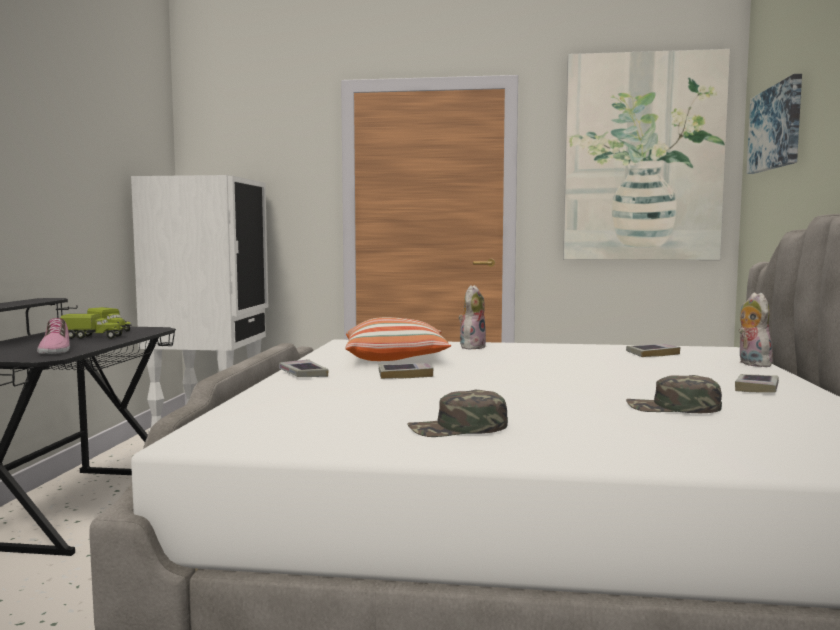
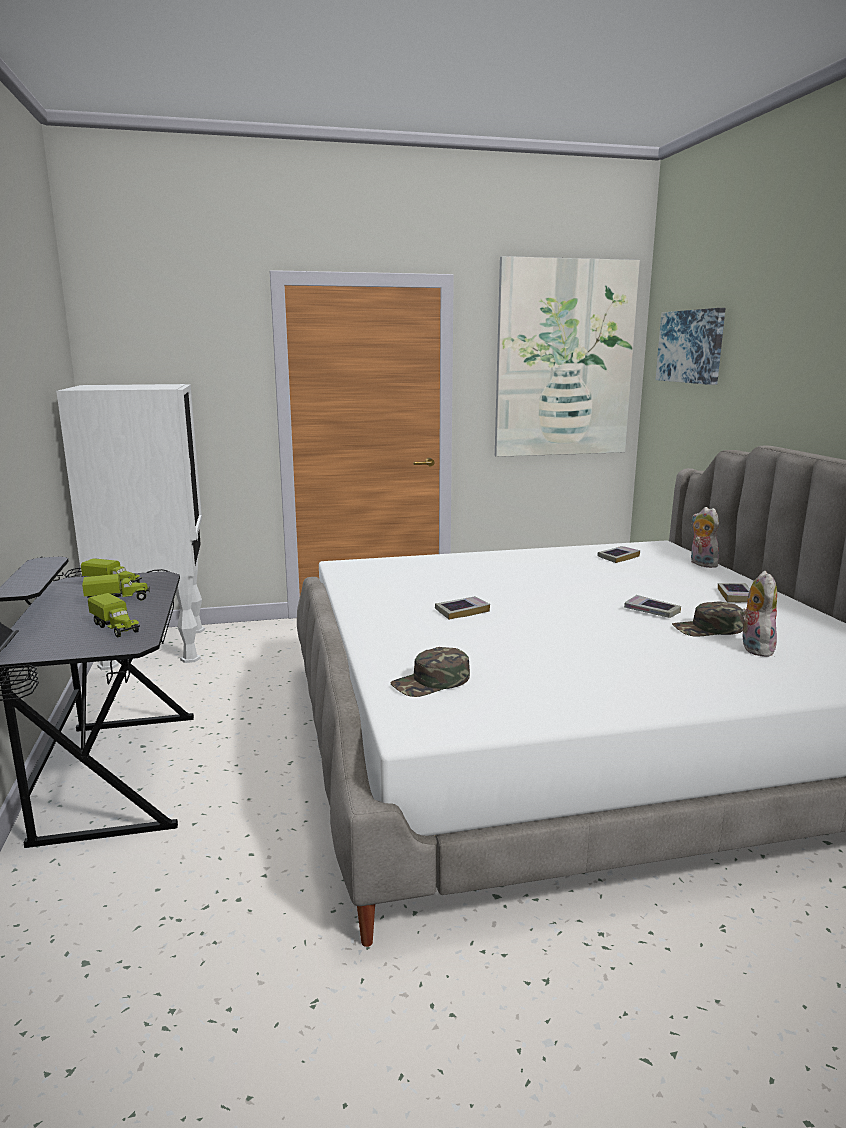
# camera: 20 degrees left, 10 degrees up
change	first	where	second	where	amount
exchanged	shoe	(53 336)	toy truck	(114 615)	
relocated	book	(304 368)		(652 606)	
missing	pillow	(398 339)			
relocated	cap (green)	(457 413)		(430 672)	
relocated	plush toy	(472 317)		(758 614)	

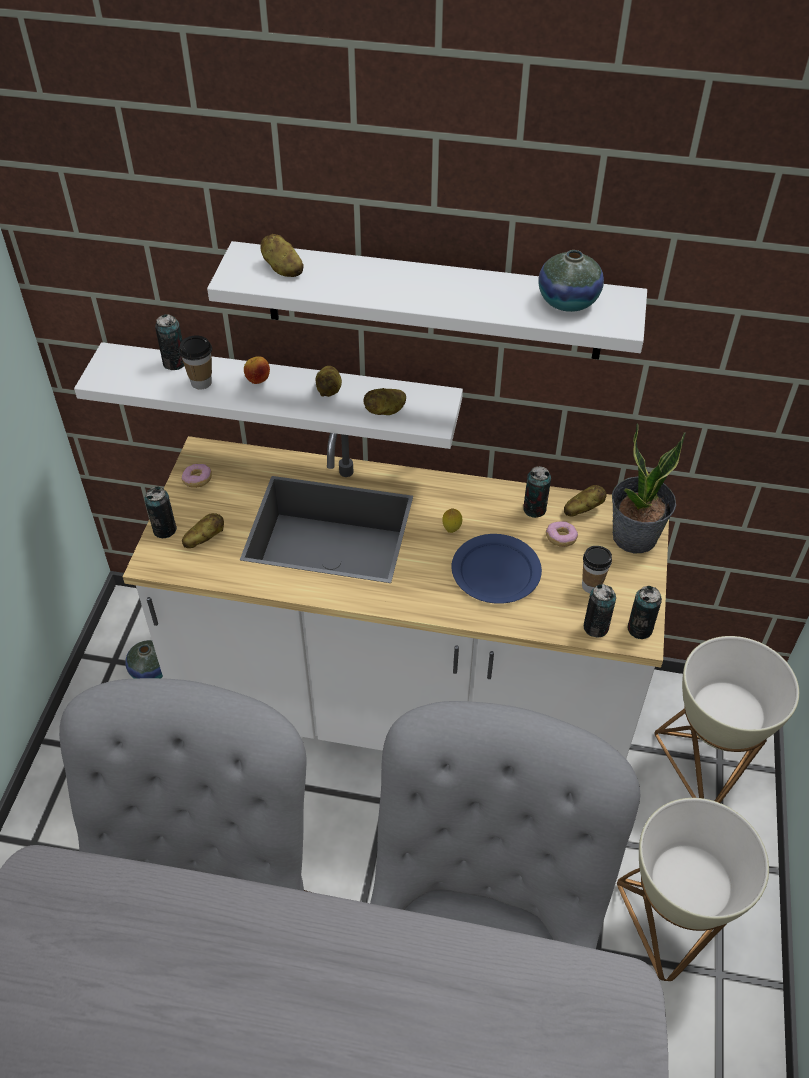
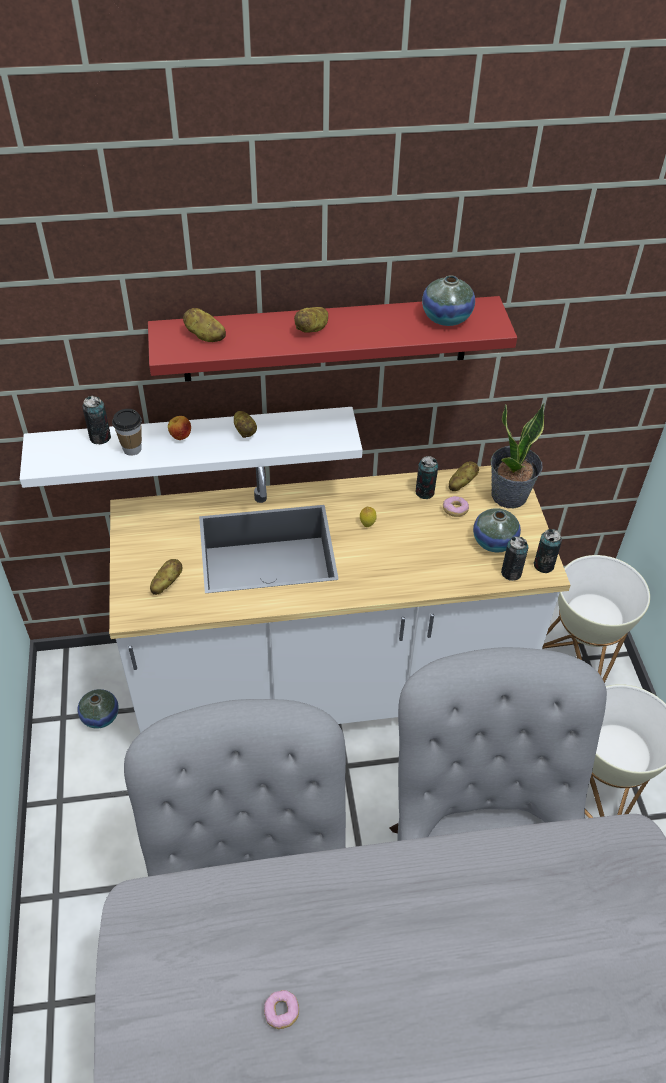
# camera: 20 degrees left, 0 degrees up
change	first	where	second	where	amount
missing	can	(160 512)			
relocated	donut	(197 476)		(281 1009)	
colour	shelf (white)	(427 300)	shelf (red)	(332 339)	
relocated	potato	(385 401)		(311 320)	
missing	plate (blue)	(497 569)			
exchanged	cup	(597 569)	vase	(497 530)	

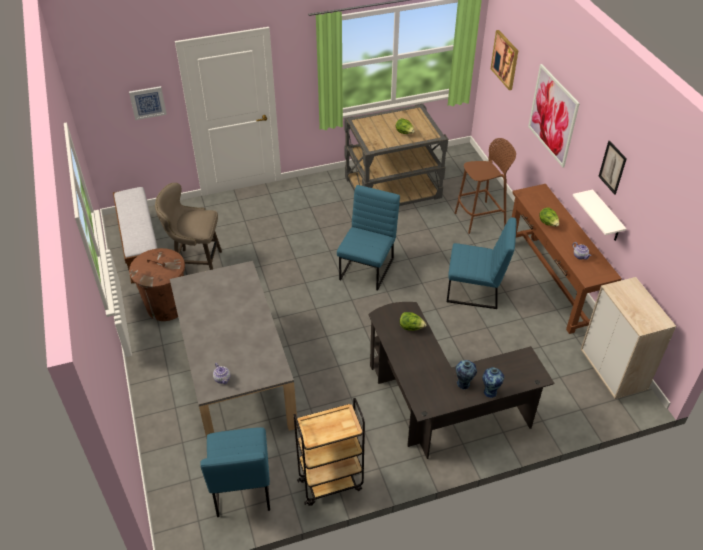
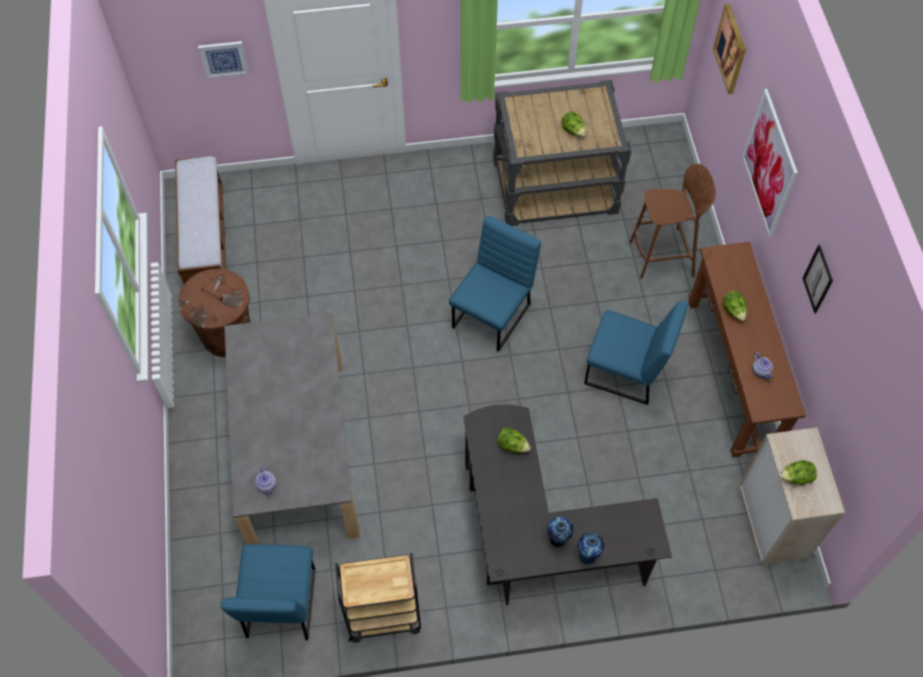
# camera: 10 degrees right, 15 degrees up
change	first	where	second	where	amount
missing	stool (beige)	(188 226)			
missing	shelf (white)	(600 215)			
appeared			lettuce	(798 472)	

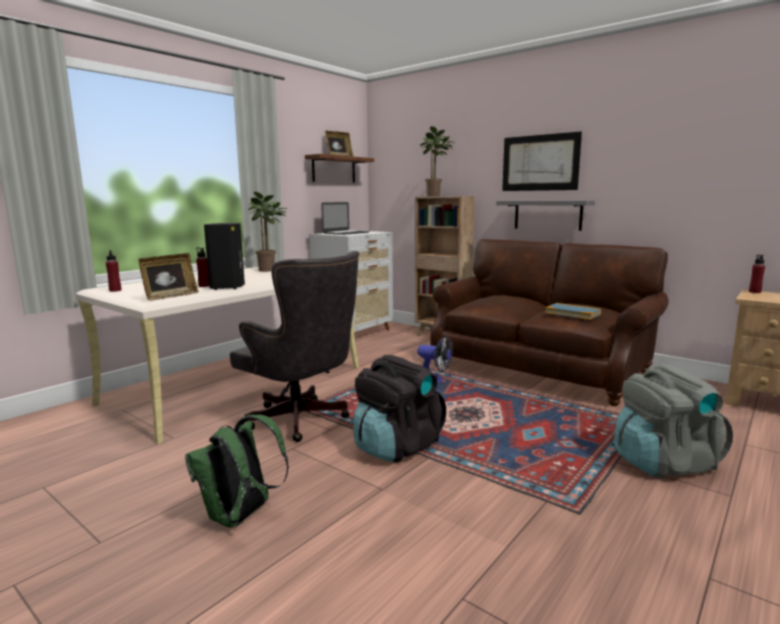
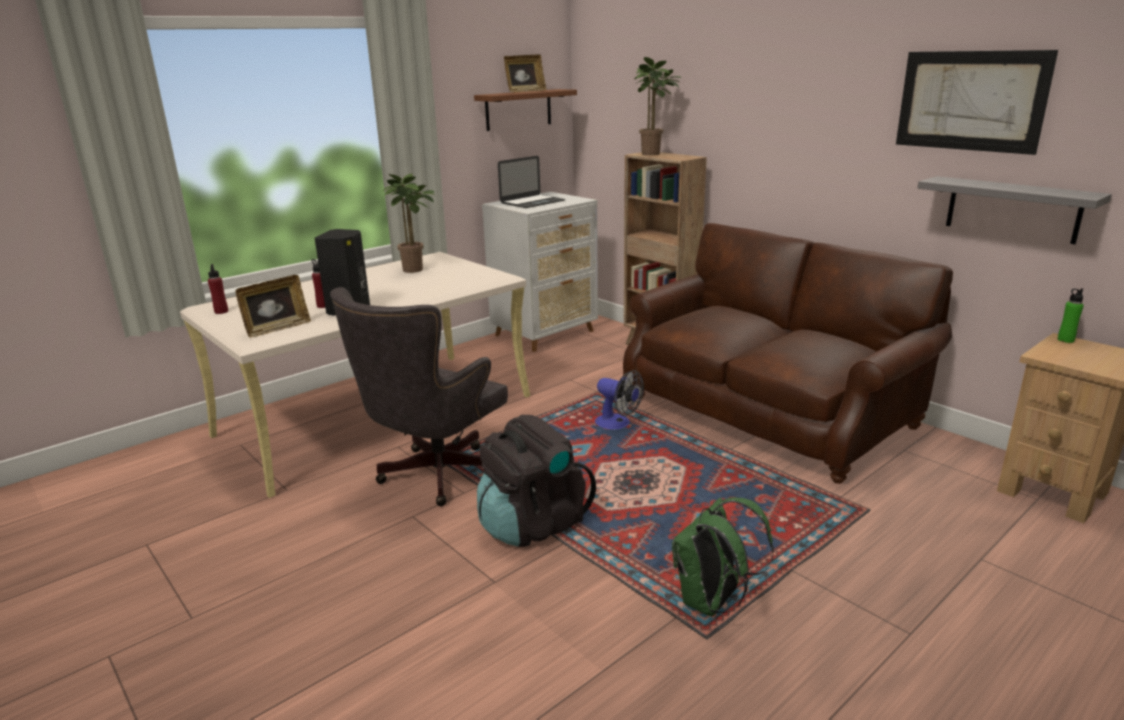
# camera: 10 degrees right, 10 degrees up
change	first	where	second	where	amount
relocated	backpack (green)	(237 471)		(723 556)	
spun	office chair (grey)	(294 346)		(419 396)	75 degrees clockwise
relocated	shelf (grey)	(545 215)		(1014 210)	
relocated	picture	(542 161)		(977 102)	
missing	book	(573 311)			
missing	backpack (grey)	(673 421)			
colour	bottle (red)	(757 274)	bottle (green)	(1071 315)	

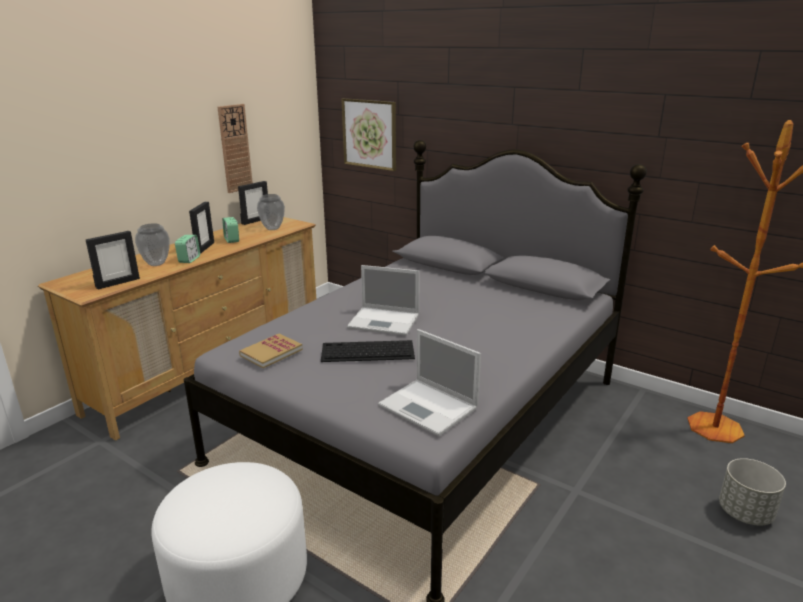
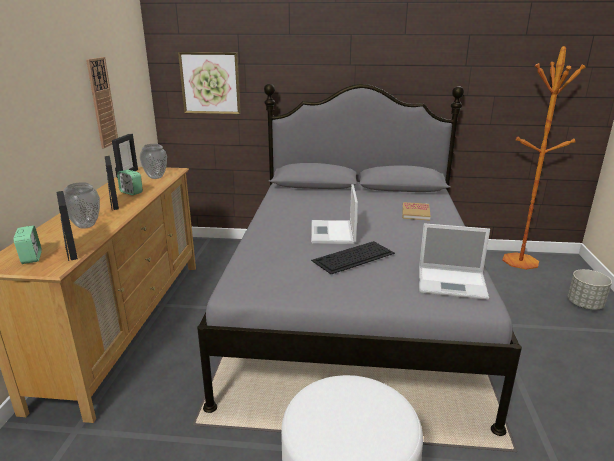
# camera: 30 degrees left, 0 degrees up
change	first	where	second	where	amount
spun	picture frame	(113 260)		(67 226)	45 degrees counterclockwise
relocated	alarm clock	(187 249)		(28 244)	
relocated	book	(271 351)		(416 211)	
spun	laptop	(383 300)		(334 214)	105 degrees clockwise

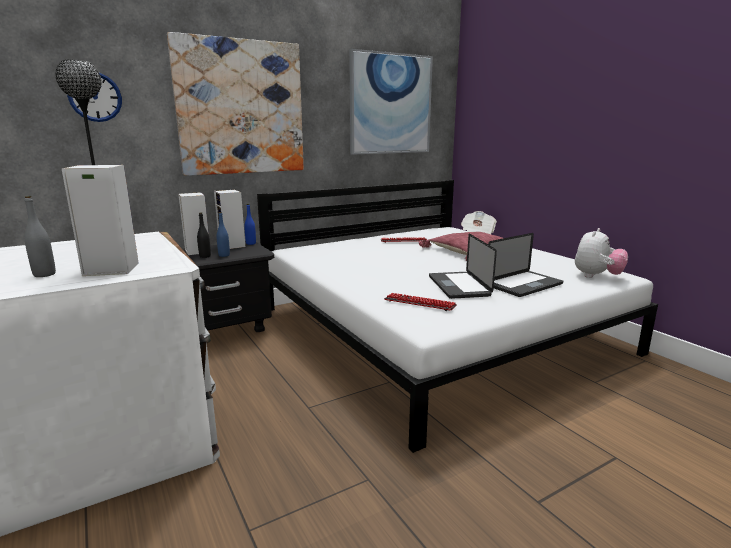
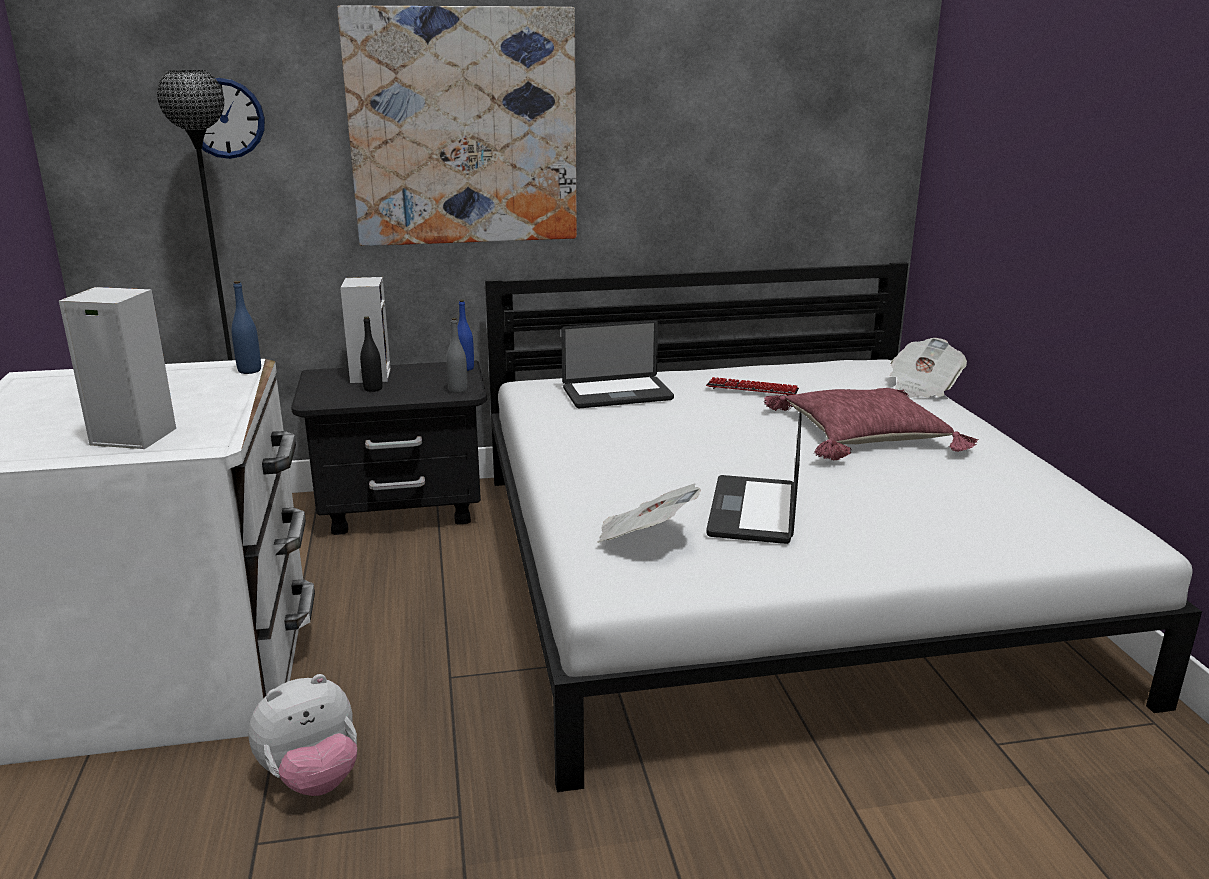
# camera: 20 degrees right, 5 degrees up
change	first	where	second	where	amount
relocated	bottle (grey)	(40 236)		(456 355)	
missing	speaker	(229 219)			
relocated	bottle (blue)	(223 234)		(246 327)	
missing	picture	(391 102)			
exchanged	keyboard	(420 302)	newspaper	(649 513)	
relocated	laptop	(525 265)		(617 364)	
relocated	plush toy	(601 253)		(302 735)	

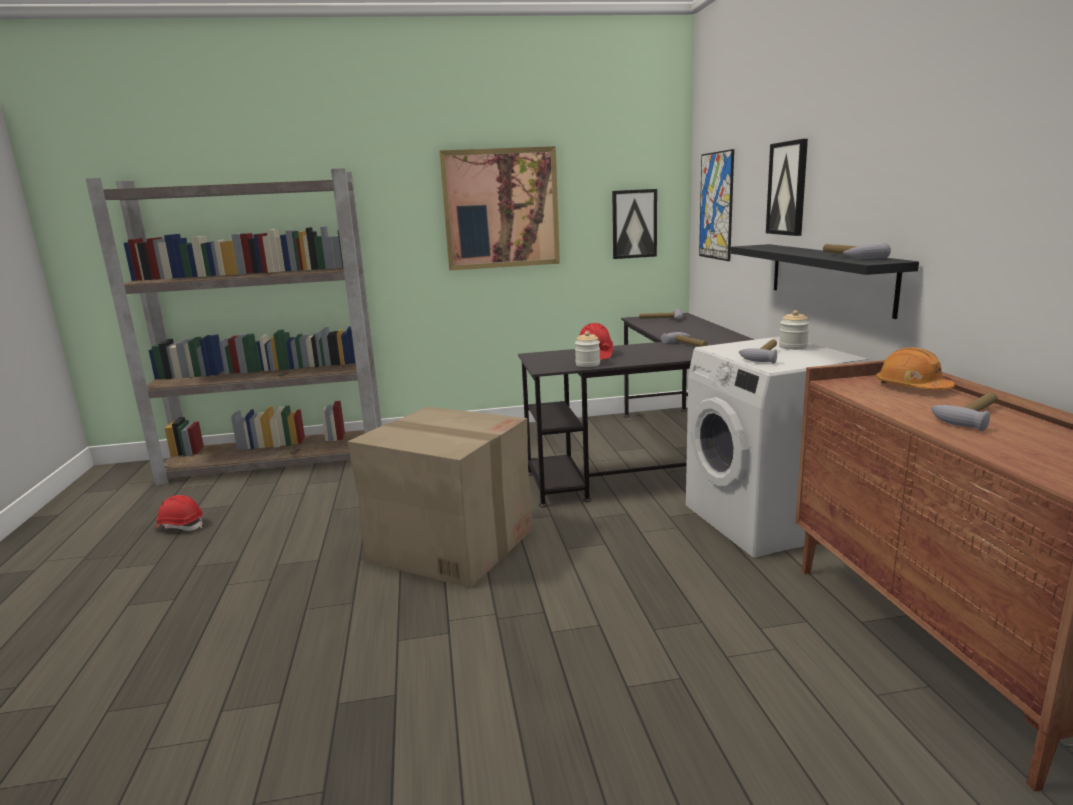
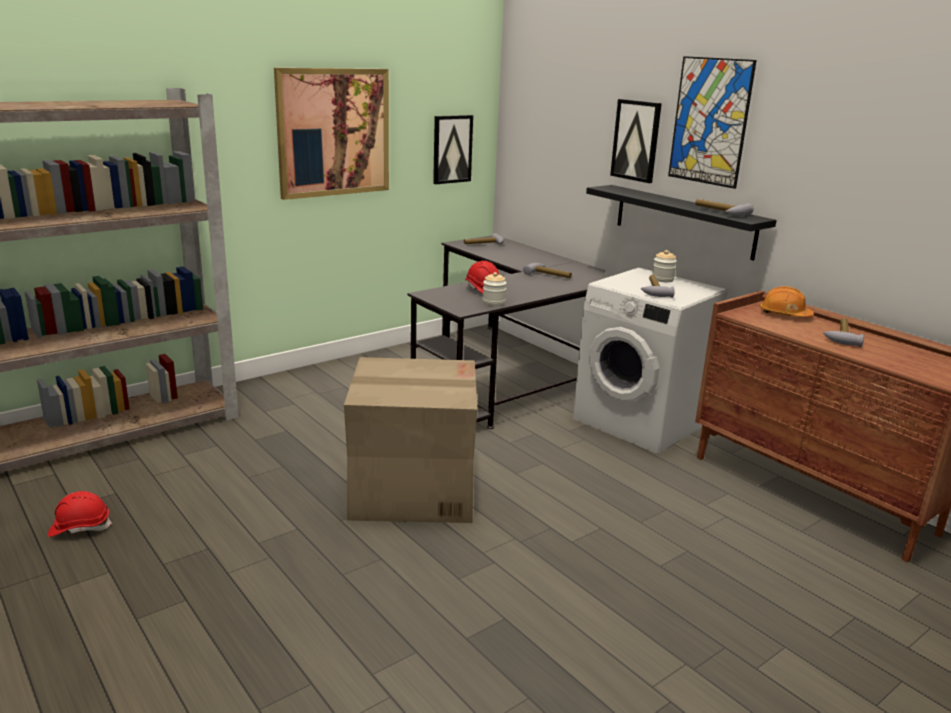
# camera: 30 degrees left, 5 degrees up
change	first	where	second	where	amount
relocated	picture	(716 205)		(712 122)	

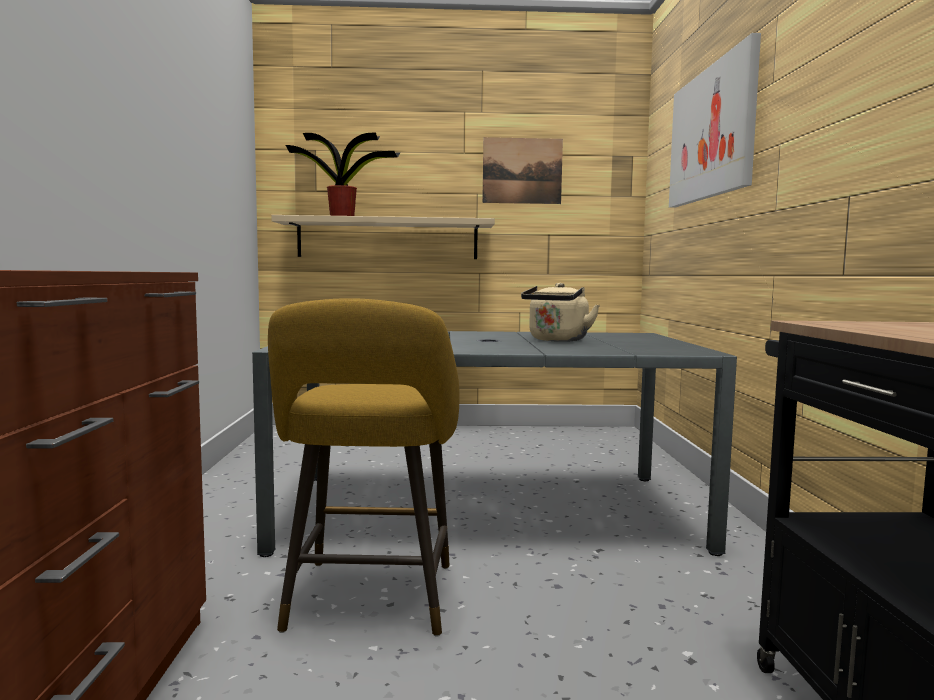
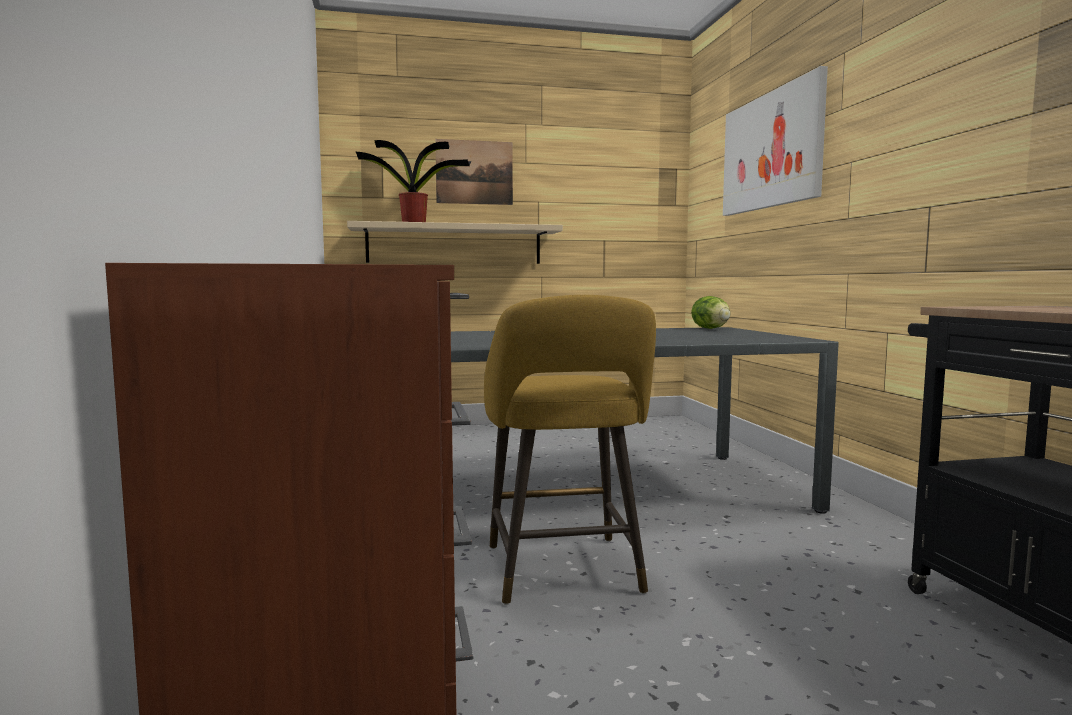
# camera: 10 degrees left, 0 degrees up
change	first	where	second	where	amount
relocated	picture	(522 170)		(474 172)	
missing	kettle (beige)	(560 312)			
appeared			lettuce	(711 312)	

